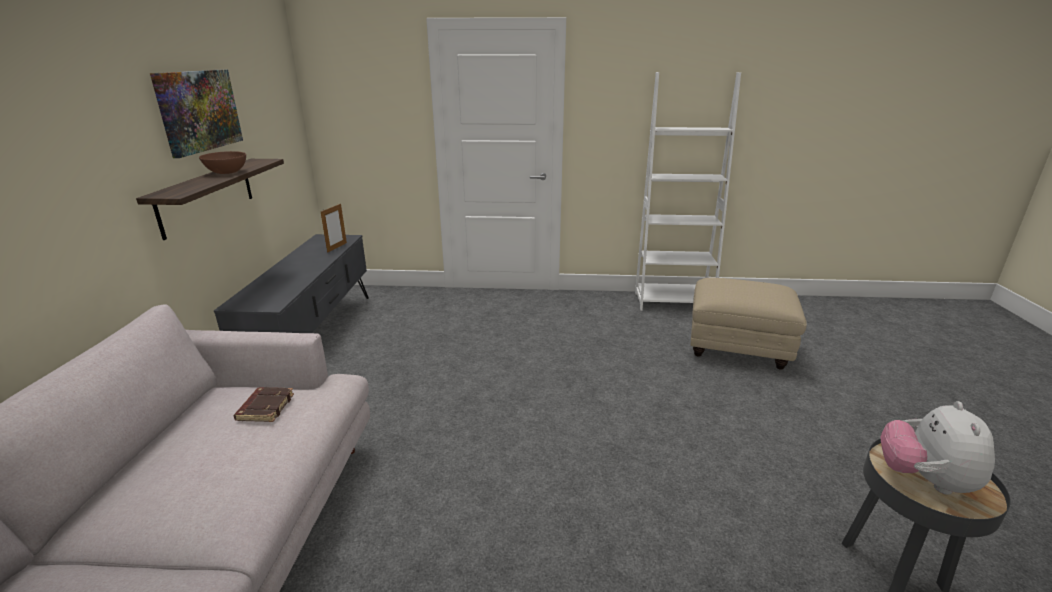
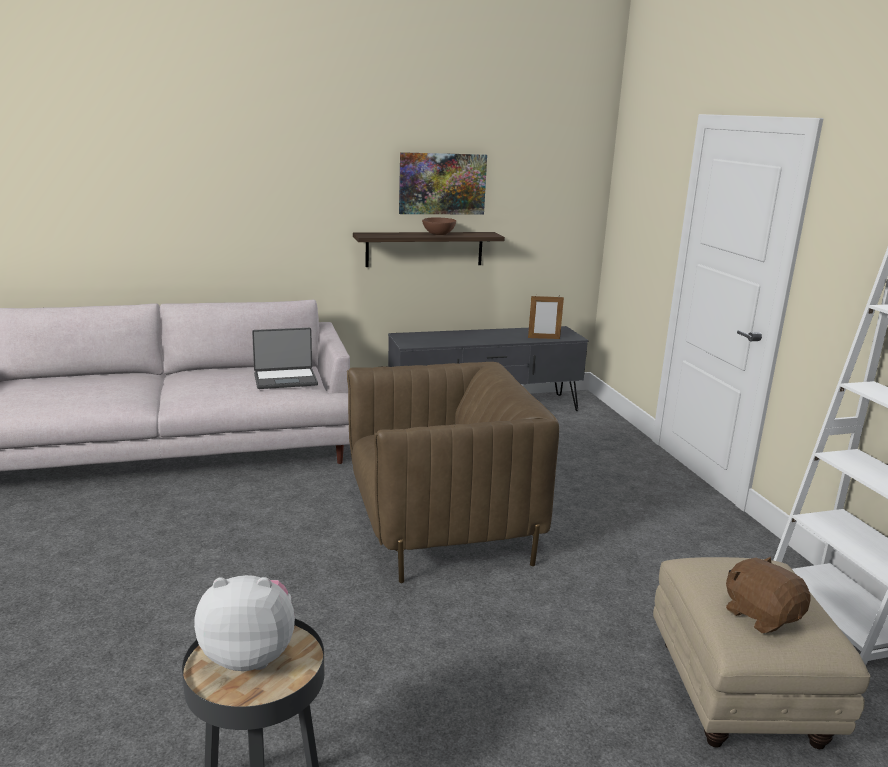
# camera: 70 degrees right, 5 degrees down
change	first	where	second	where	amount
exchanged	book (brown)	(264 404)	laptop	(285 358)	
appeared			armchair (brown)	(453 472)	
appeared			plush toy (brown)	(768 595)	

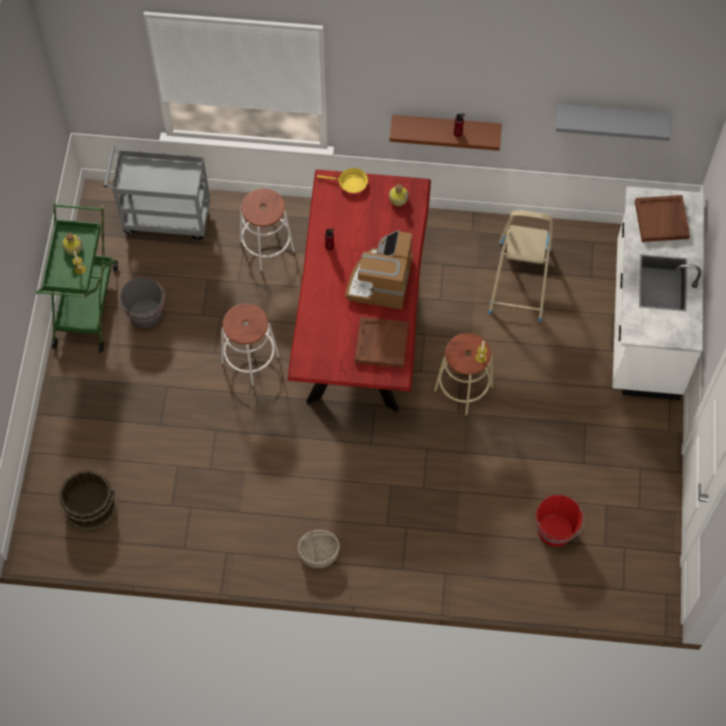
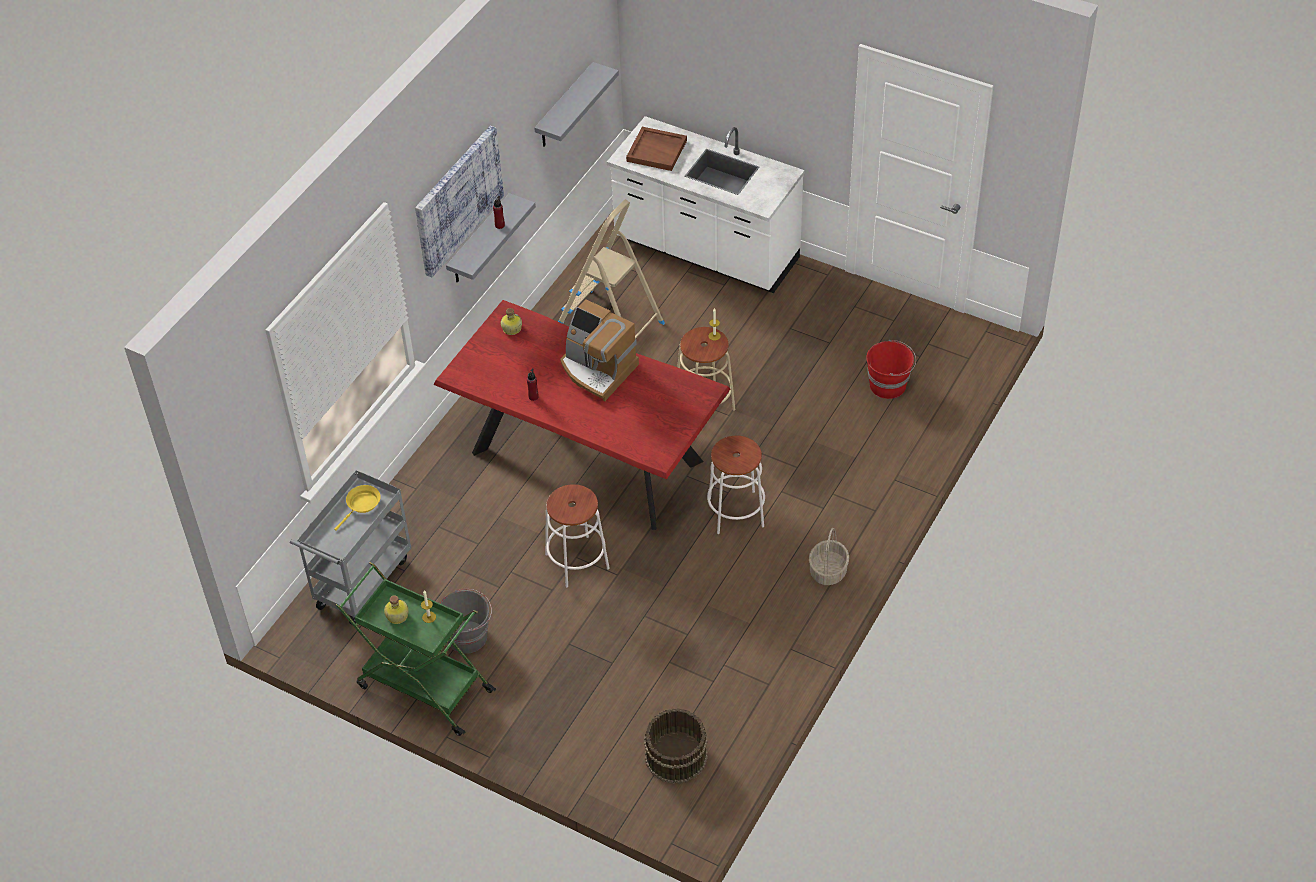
# camera: 65 degrees left, 15 degrees down
change	first	where	second	where	amount
relocated	stool (white)	(267 230)		(736 485)	
relocated	frying pan (yellow)	(342 180)		(357 508)	
missing	tray (brown)	(382 342)			
colour	shelf (brown)	(446 133)	shelf (grey)	(491 238)	
appeared			picture	(459 201)	

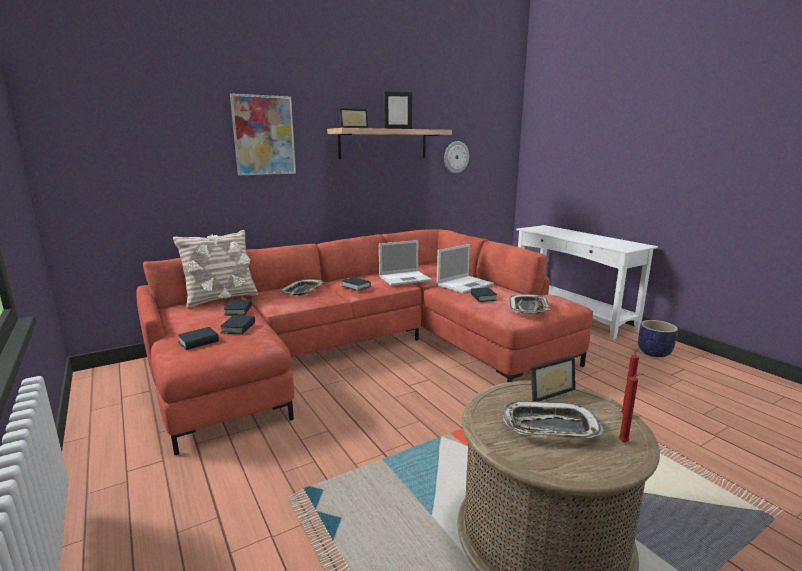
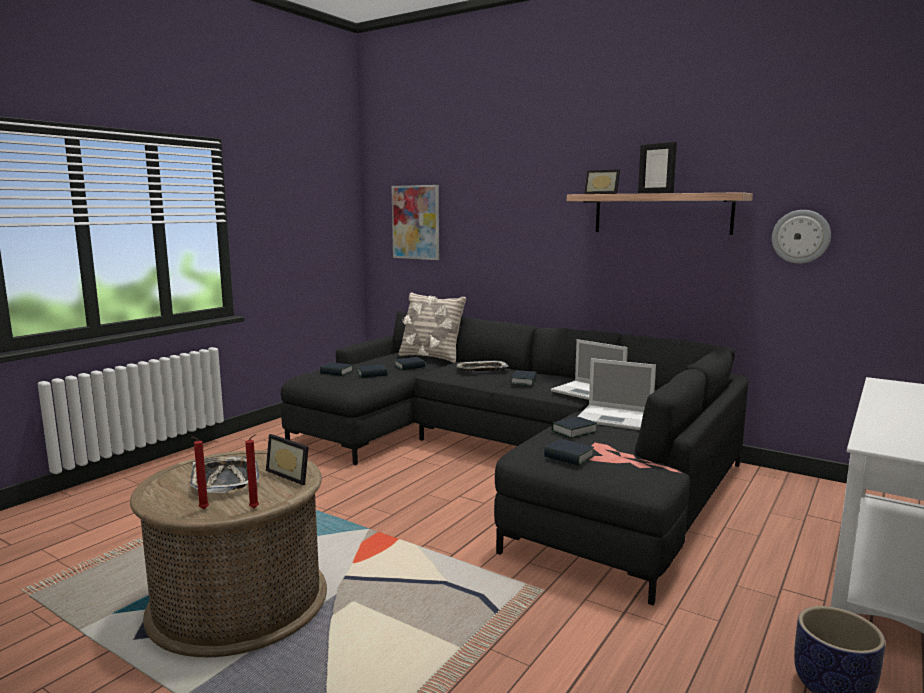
# camera: 65 degrees right, 5 degrees down
change	first	where	second	where	amount
colour	sofa (red)	(364 342)	sofa (black)	(514 458)	
relocated	picture	(263 134)		(415 222)	
exchanged	tray	(530 304)	book	(569 452)	

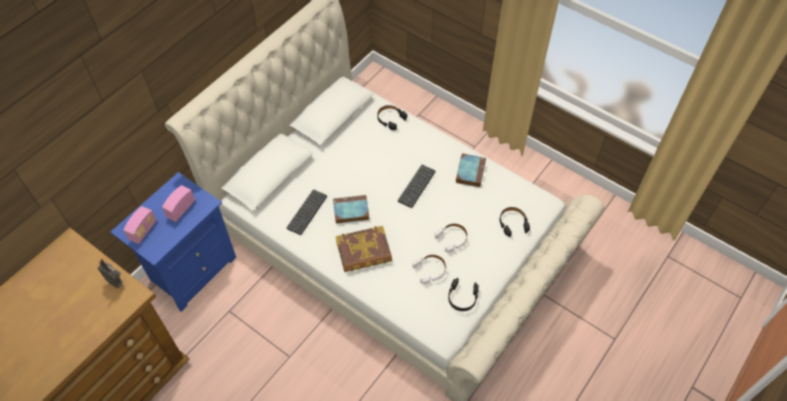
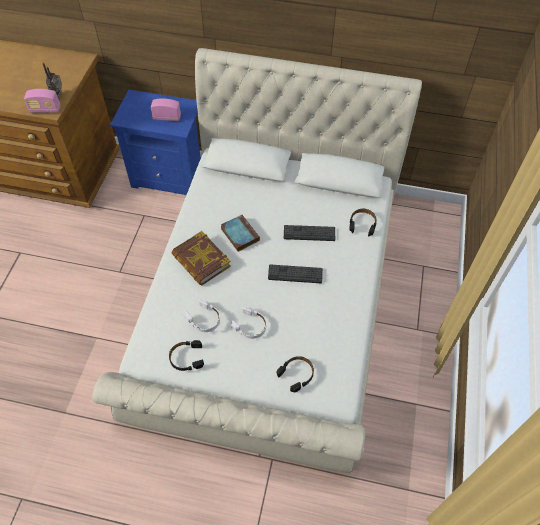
# camera: 65 degrees right, 0 degrees up
change	first	where	second	where	amount
relocated	radio	(140 225)		(42 101)	
relocated	keyboard	(307 212)		(309 233)	
missing	book	(471 170)			

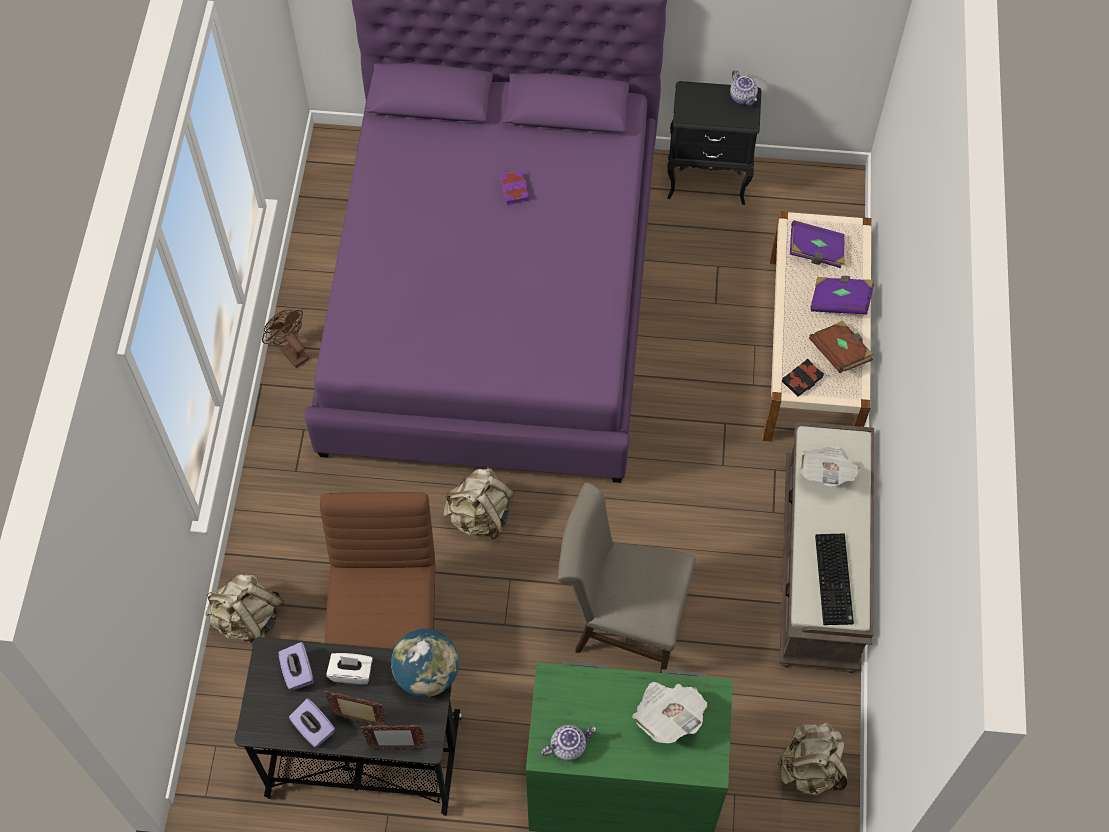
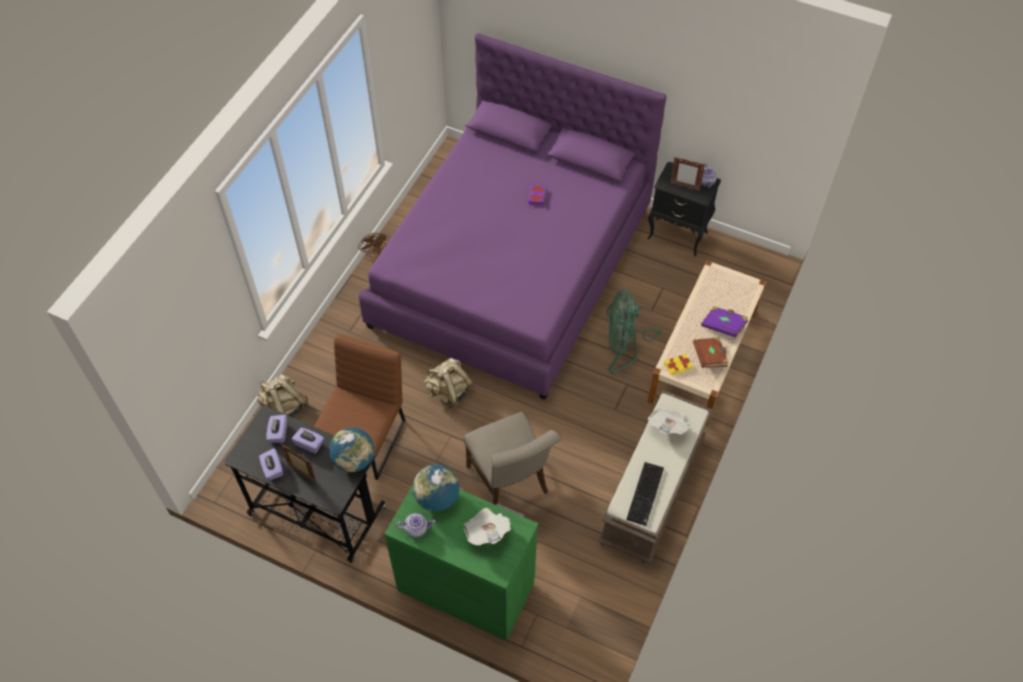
# camera: 20 degrees right, 5 degrees down
change	first	where	second	where	amount
colour	tissue box (white)	(349 669)	tissue box (purple)	(308 441)	
relocated	picture frame	(393 736)		(687 173)	
spun	chair (beige)	(626 577)		(512 458)	150 degrees counterclockwise
missing	backpack (beige)	(812 758)			
colour	book (black)	(803 377)	book (yellow)	(678 364)	
missing	book (purple)	(817 244)			
appeared			globe	(436 488)	
appeared			fan (green)	(635 331)	

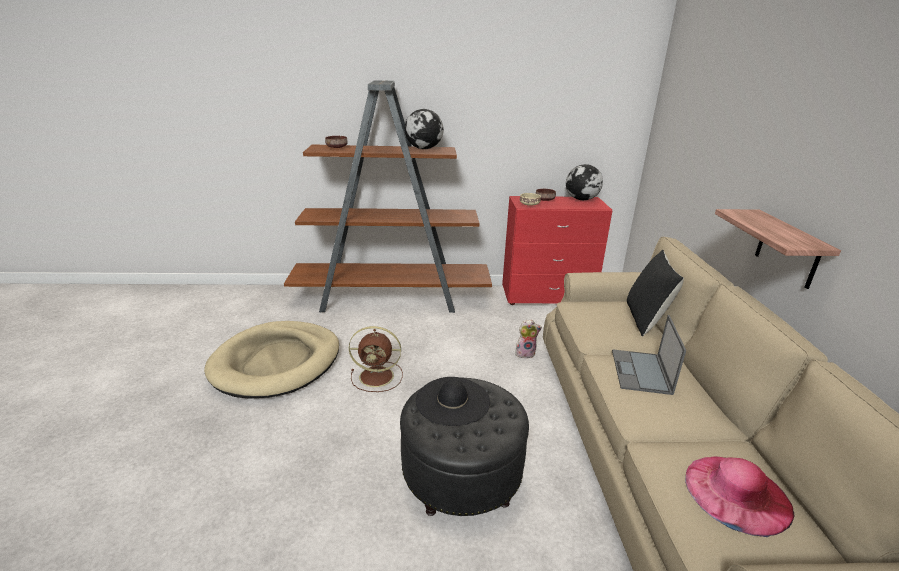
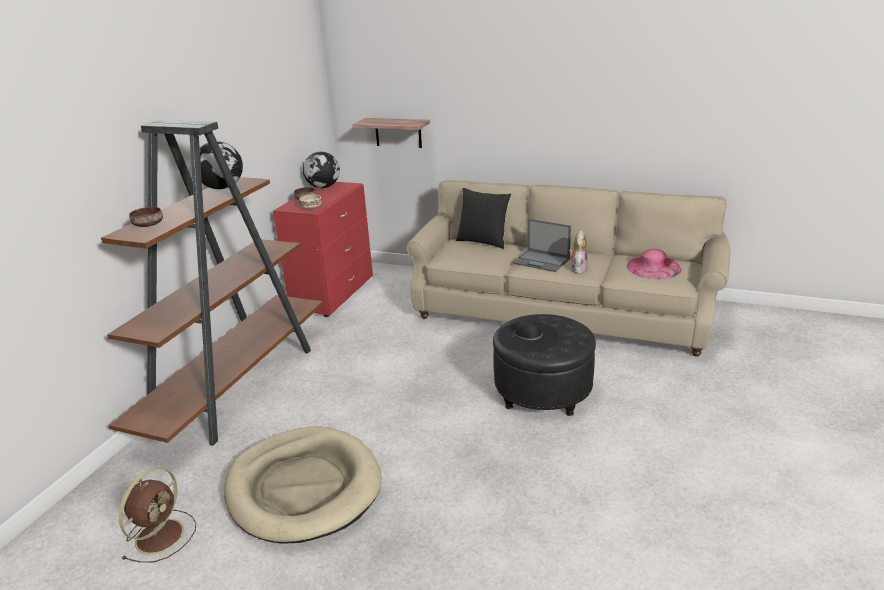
# camera: 65 degrees left, 0 degrees up
change	first	where	second	where	amount
relocated	fan (brown)	(376 359)		(157 515)	
relocated	plush toy	(528 339)		(578 252)	
relocated	shelf	(778 249)		(391 133)	

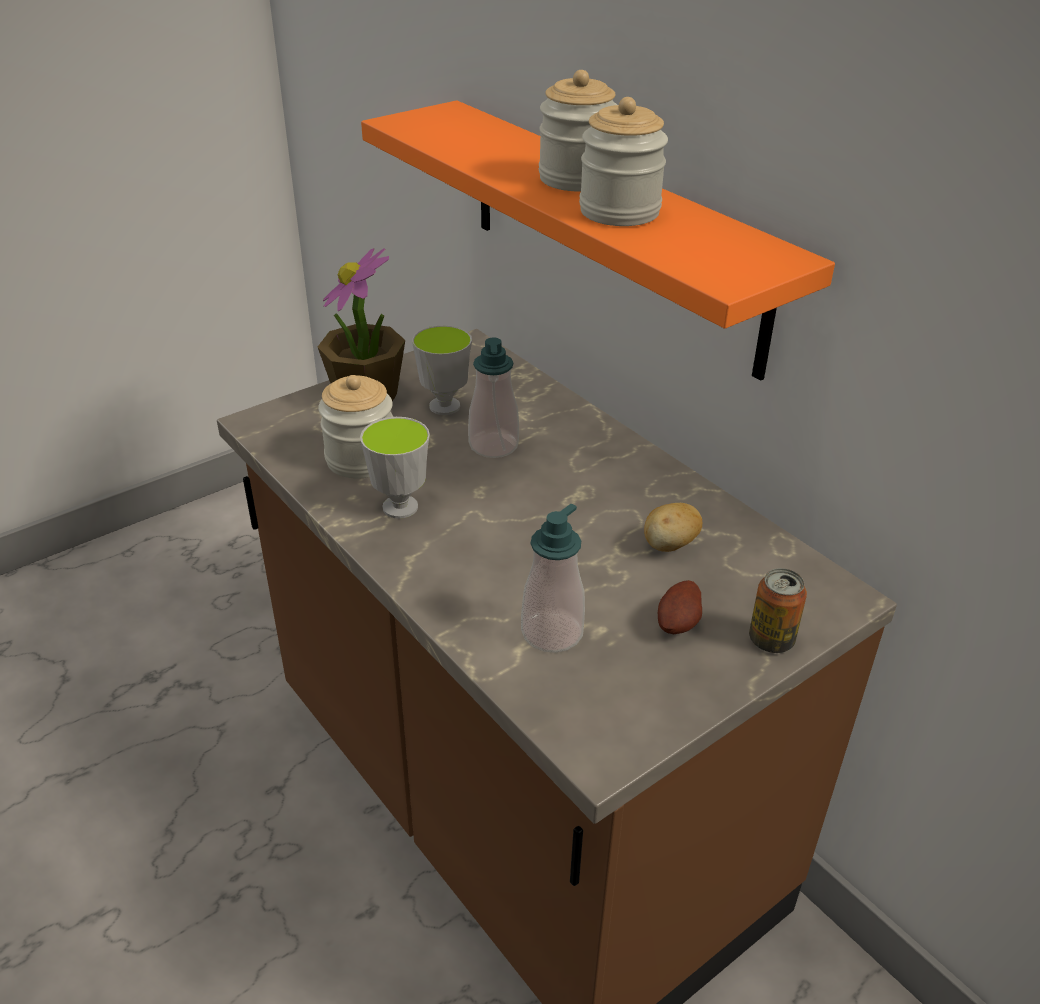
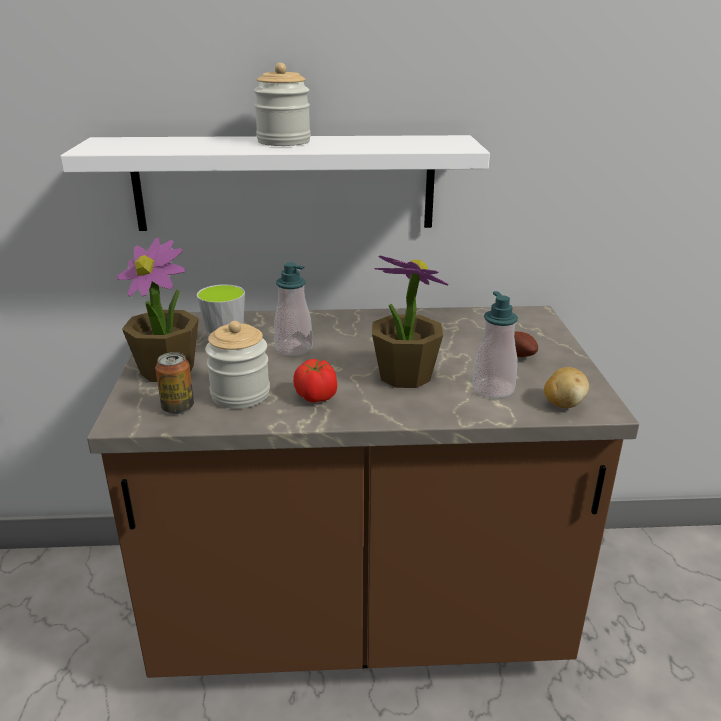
# camera: 55 degrees left, 10 degrees down
change	first	where	second	where	amount
exchanged	cup	(395 468)	tomato	(315 381)	
colour	shelf (orange)	(598 240)	shelf (white)	(275 183)	
missing	jar	(623 161)			
relocated	potato	(673 527)		(566 387)	
relocated	can	(778 610)		(174 383)	
appeared			potted plant	(410 322)	

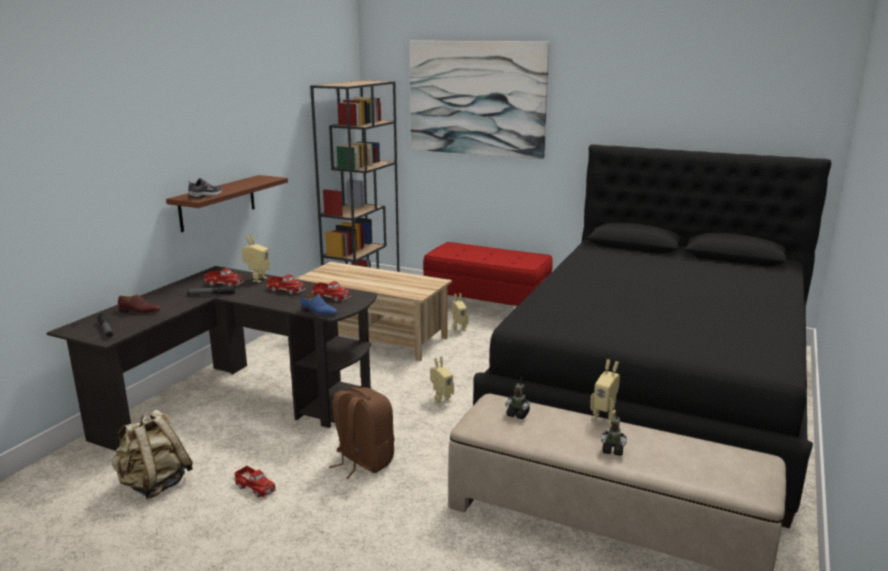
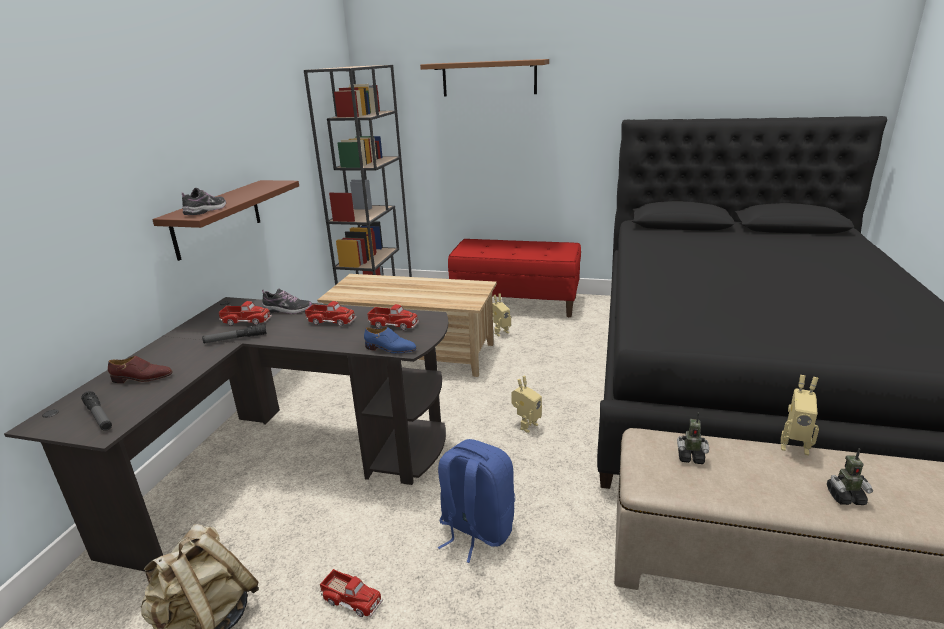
# camera: 10 degrees left, 5 degrees up
change	first	where	second	where	amount
exchanged	toy robot	(255 258)	shoe	(287 301)	
colour	backpack (brown)	(361 433)	backpack (blue)	(476 501)	
exchanged	picture	(479 100)	shelf (brown)	(484 77)	

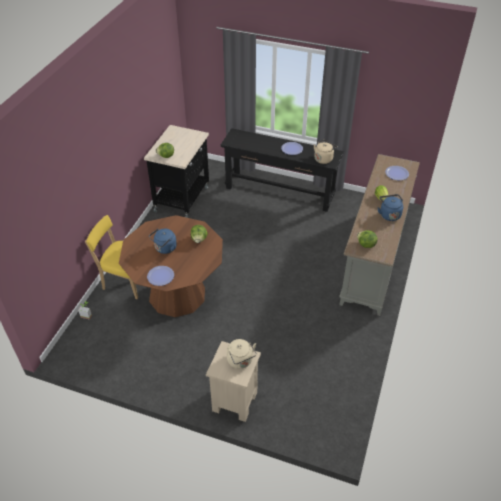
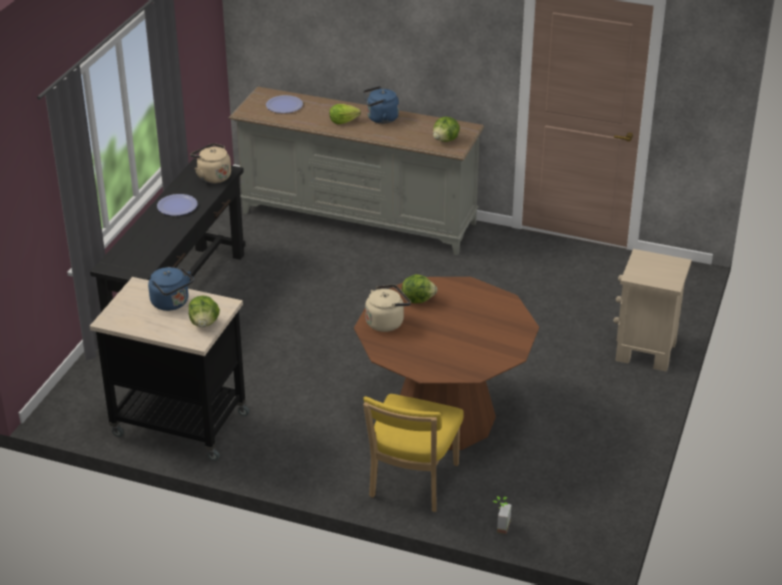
# camera: 90 degrees left, 10 degrees down
change	first	where	second	where	amount
missing	plate	(160 276)			
relocated	kettle (blue)	(163 241)		(171 289)	
relocated	kettle (beige)	(242 354)		(388 308)	

